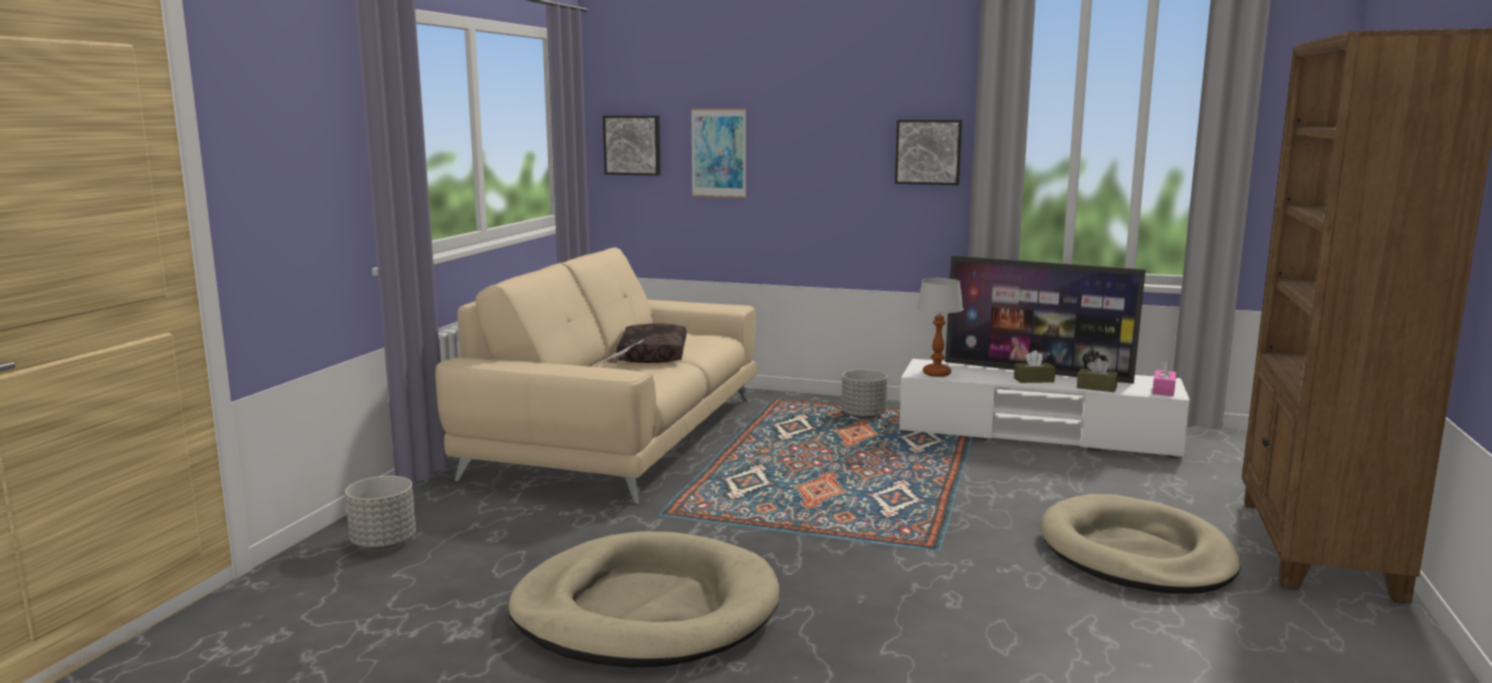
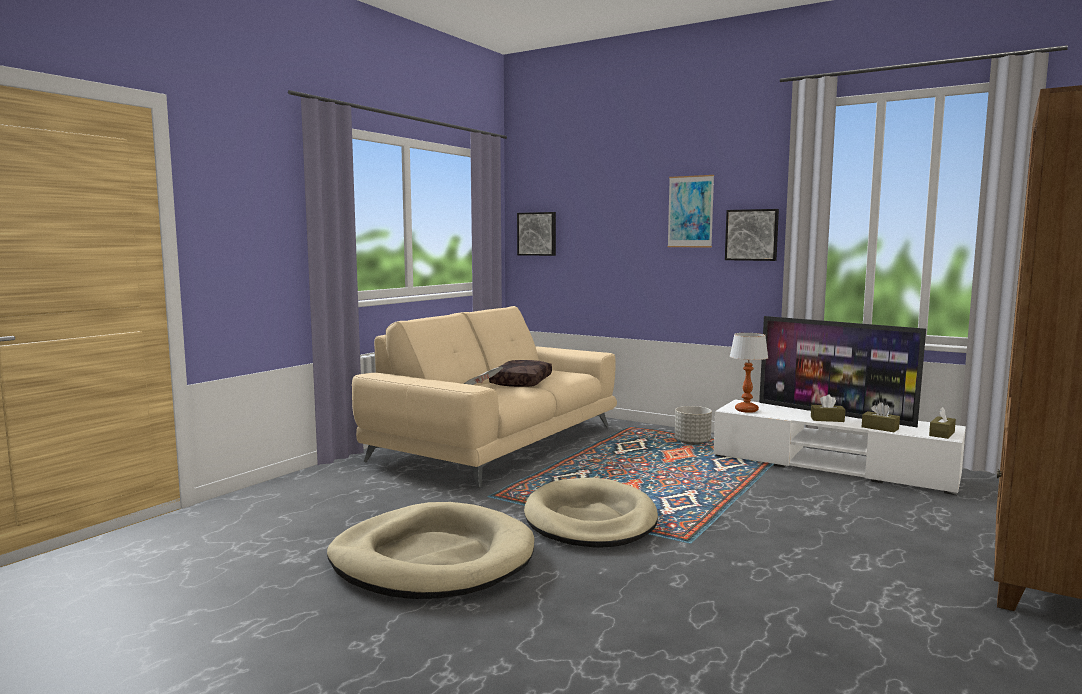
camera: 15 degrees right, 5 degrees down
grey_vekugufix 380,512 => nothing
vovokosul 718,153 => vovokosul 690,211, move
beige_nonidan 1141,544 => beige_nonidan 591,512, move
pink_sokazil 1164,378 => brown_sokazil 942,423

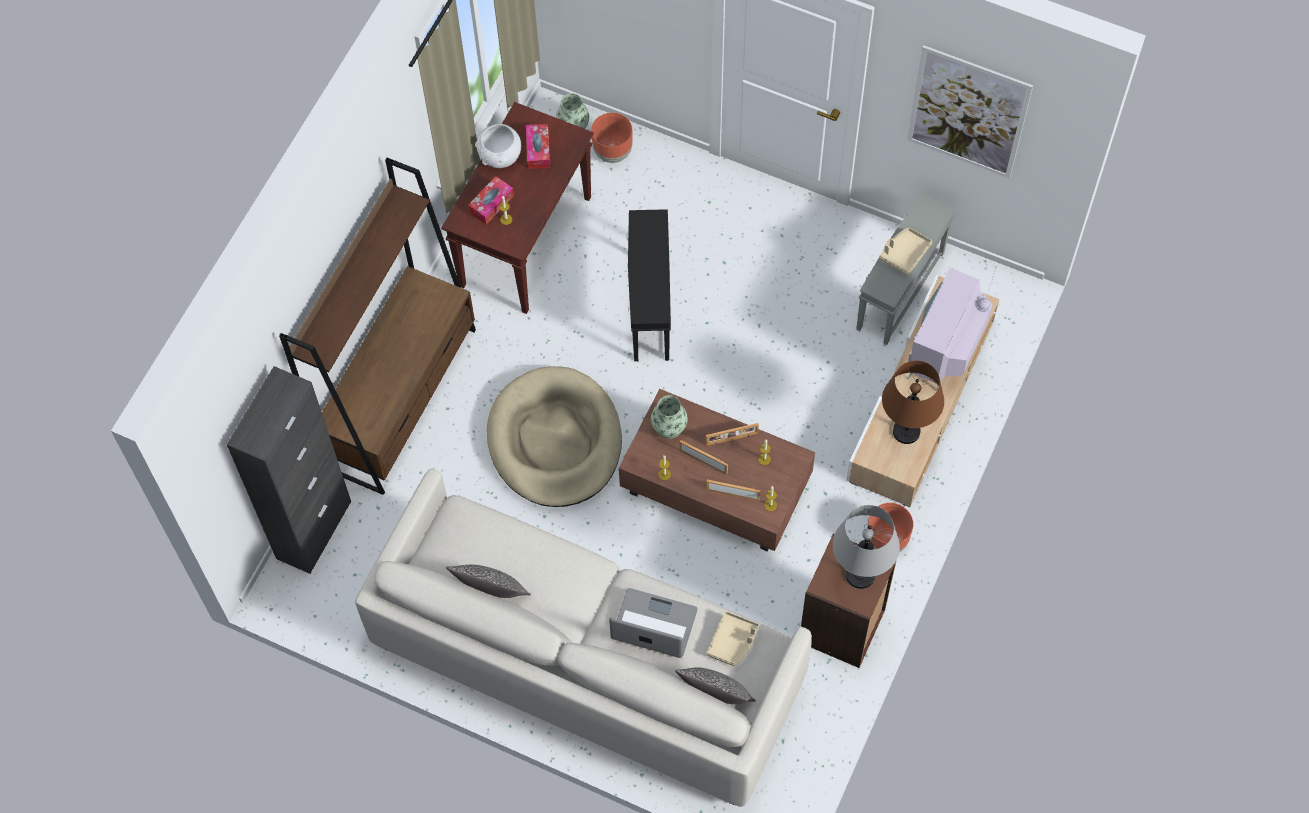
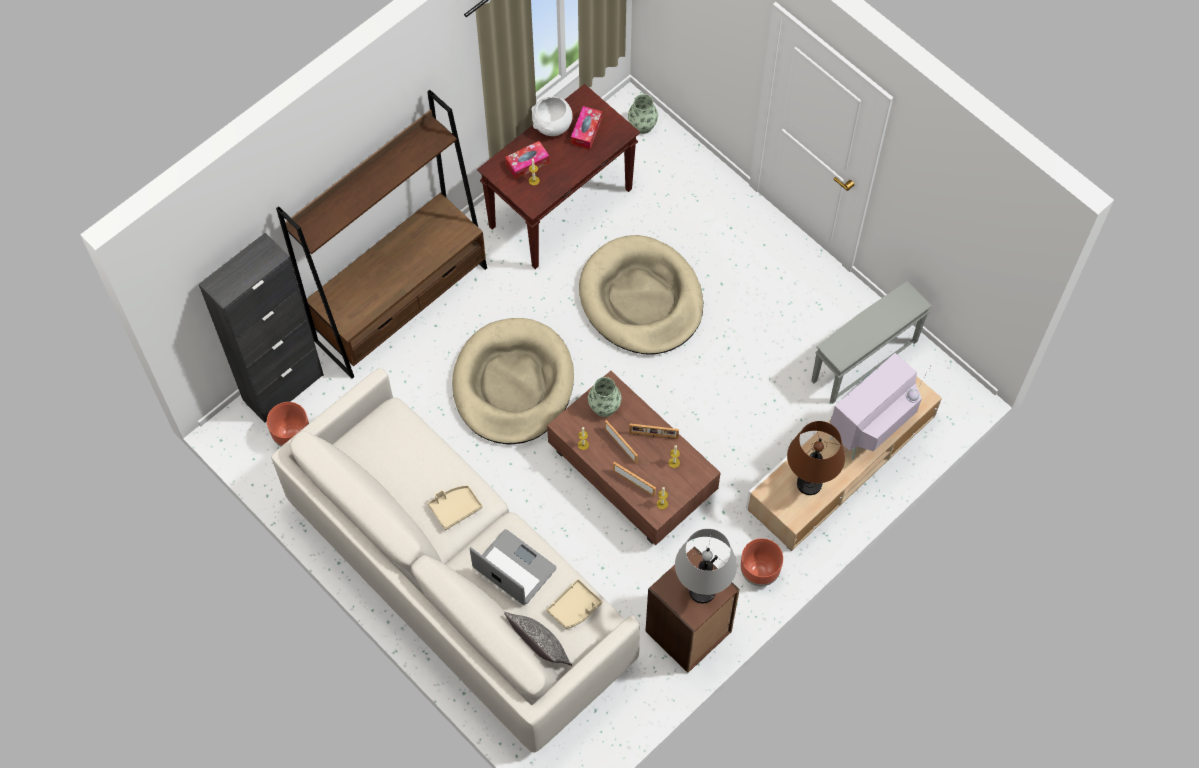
camera: 20 degrees right, 0 degrees up
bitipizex 488,581 => nothing
vovokosul 970,112 => nothing
brown_vekugufix 612,138 => brown_vekugufix 288,424, move
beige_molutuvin 905,251 => beige_molutuvin 455,507, move
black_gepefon 649,285 => beige_nonidan 641,295

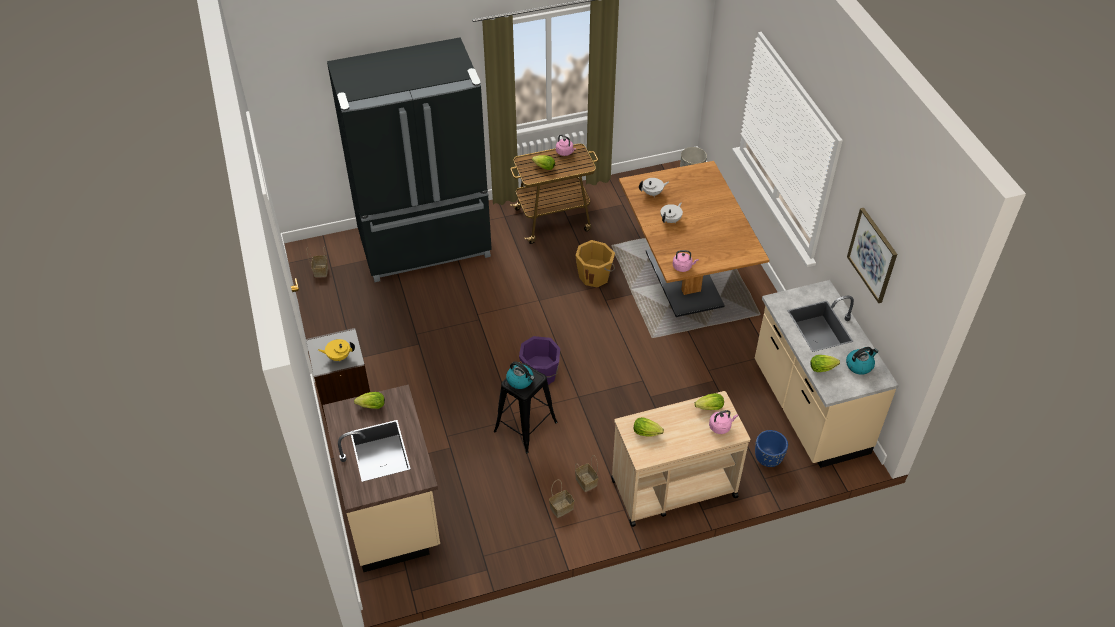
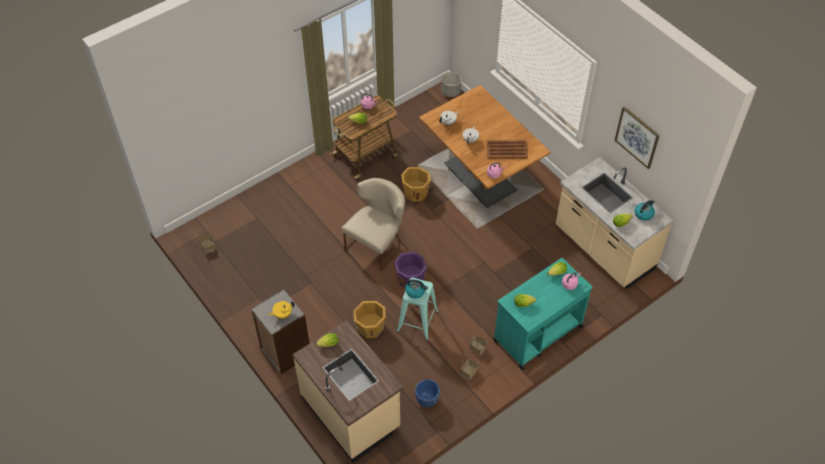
camera: 20 degrees left, 5 degrees up
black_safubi 409,159 => nothing
nothing => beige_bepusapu 373,224
nothing => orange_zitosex 369,319
nothing => brown_molutuvin 507,149
blue_vekugufix 771,448 => blue_vekugufix 427,393, move
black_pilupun 525,408 => turquoise_pilupun 418,309
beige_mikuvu 680,459 => turquoise_mikuvu 543,314

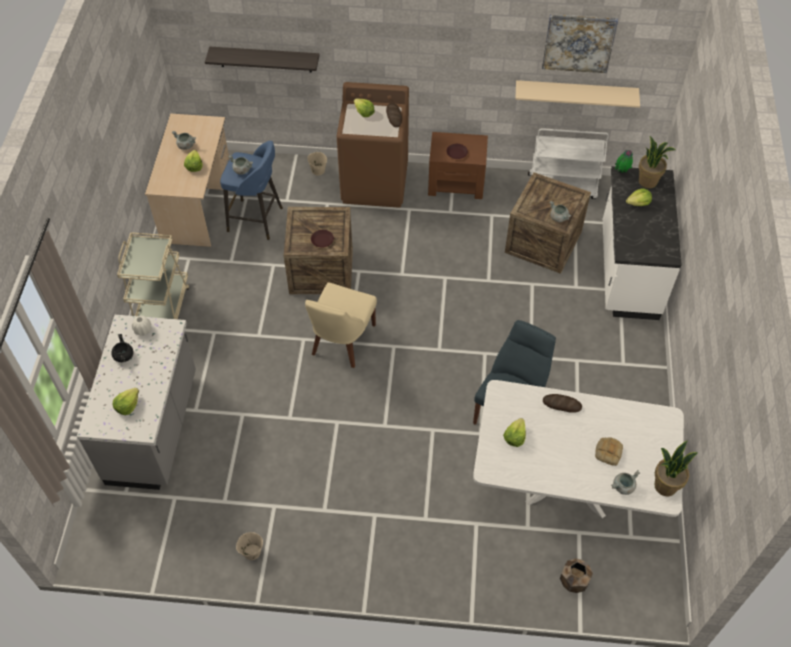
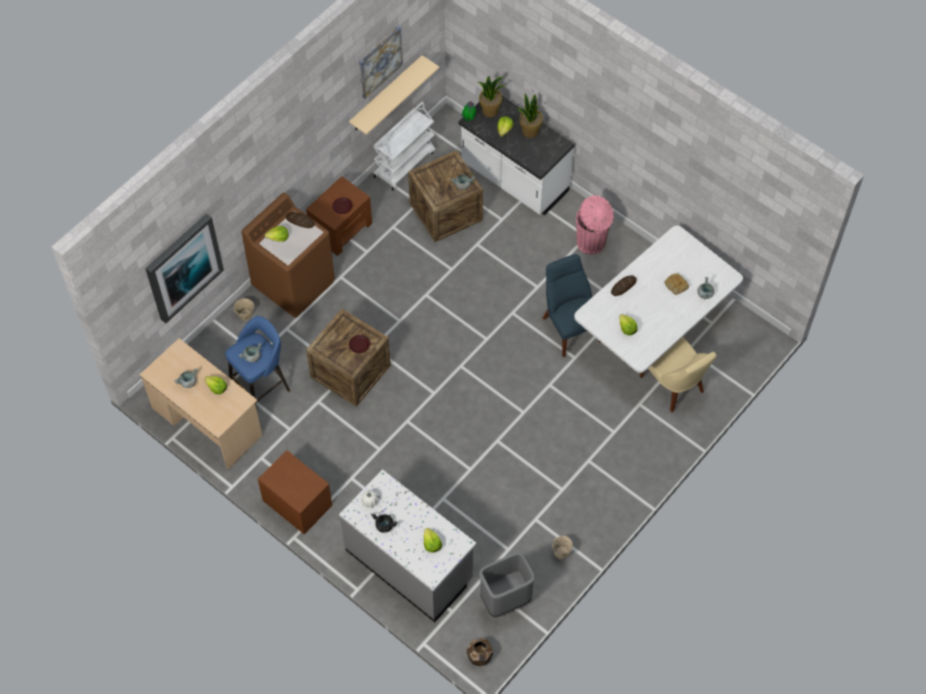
camera: 55 degrees left, 5 degrees up
nothing => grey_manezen 507,584
nothing => pink_manezen 595,225
beige_bepusapu 341,325 => beige_bepusapu 678,374, move
brown_vekugufix 576,575 => brown_vekugufix 480,652, move
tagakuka 676,468 => tagakuka 530,115, move
beige_mikuvu 153,275 => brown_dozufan 295,492
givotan 262,60 => vovokosul 184,268

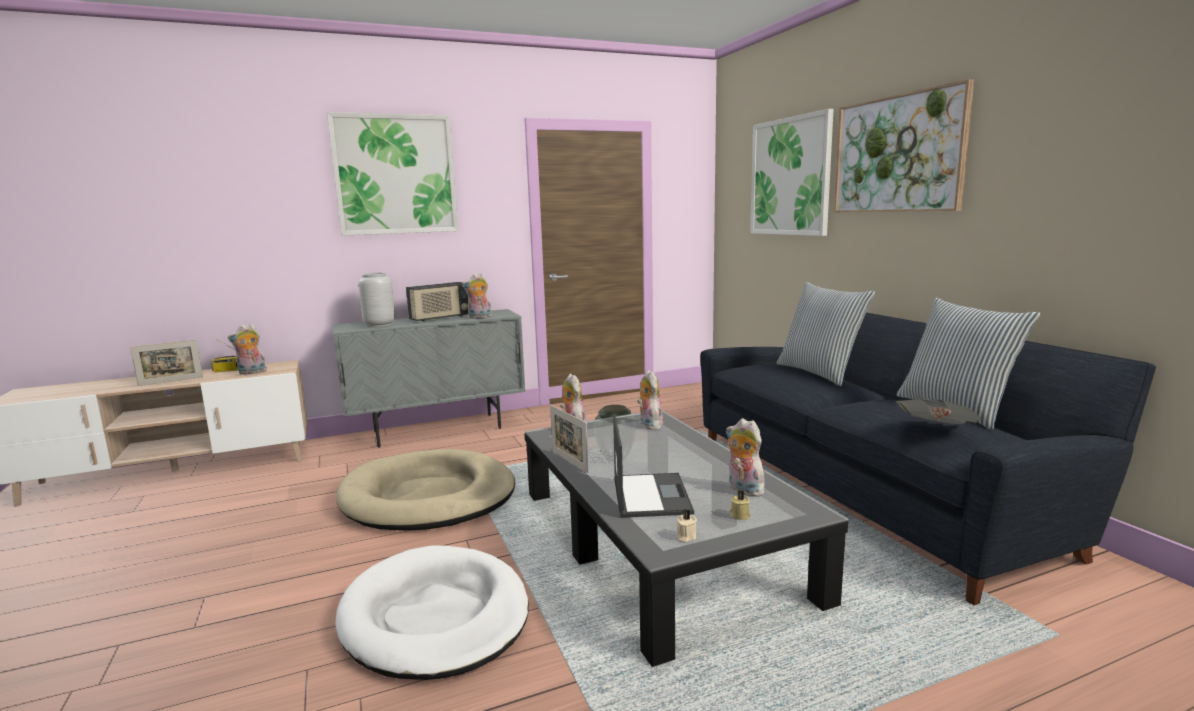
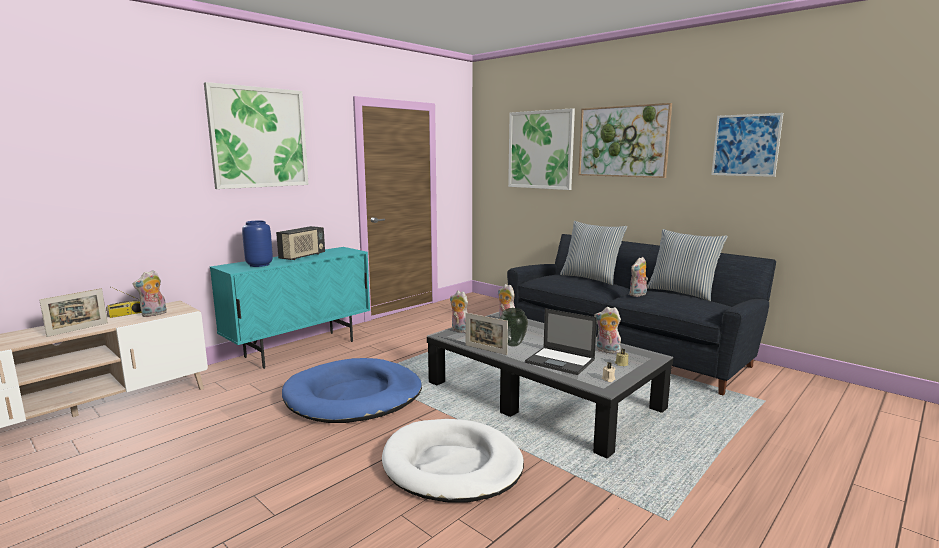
camera: 25 degrees left, 0 degrees up
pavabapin 939,411 => nothing
nothing => vovokosul 747,145
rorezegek 477,296 => rorezegek 638,277, move
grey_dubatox 429,378 => turquoise_dubatox 290,308
beige_nonidan 425,490 => blue_nonidan 352,390
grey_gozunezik 377,299 => blue_gozunezik 257,244
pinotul 653,466 => pinotul 561,341, 150 degrees clockwise

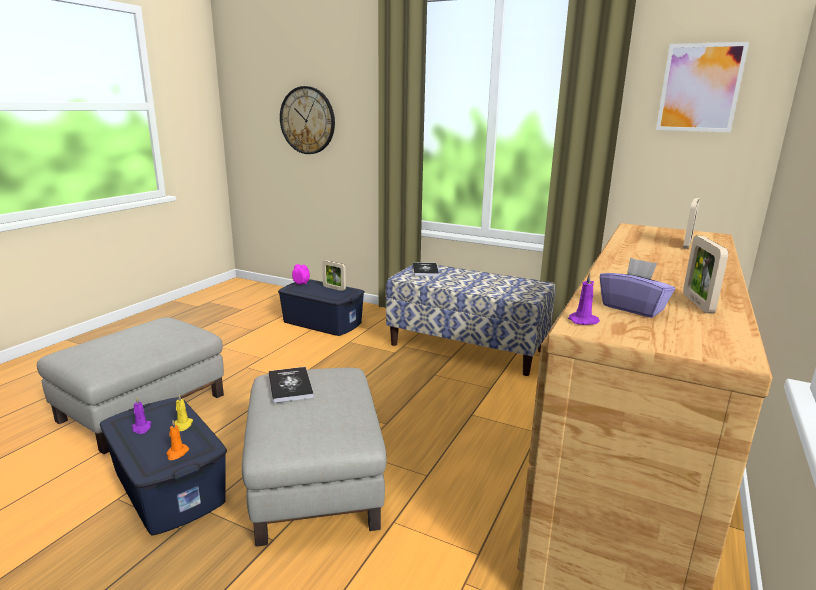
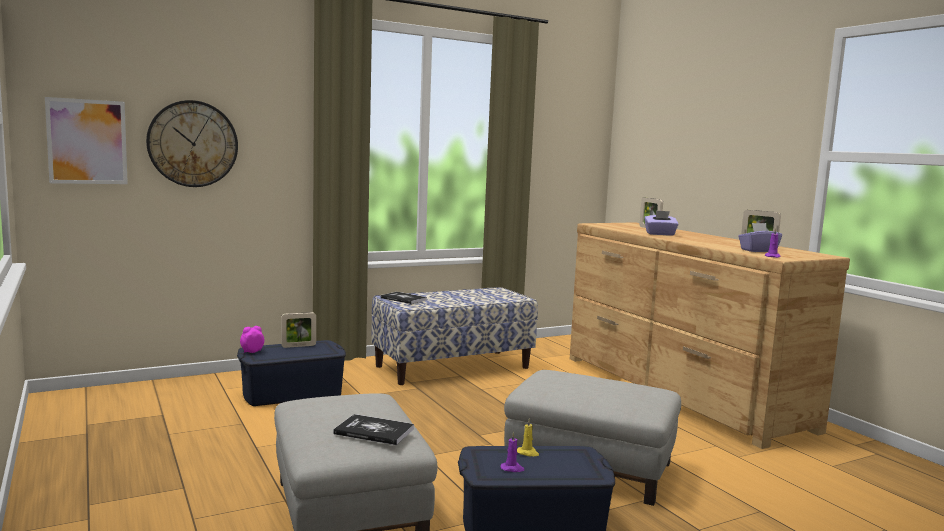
camera: 55 degrees left, 10 degrees down
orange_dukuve 177,440 => nothing
nothing => purple_sokazil 661,223
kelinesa 291,385 => kelinesa 373,429, move
vovokosul 702,87 => vovokosul 86,140, move

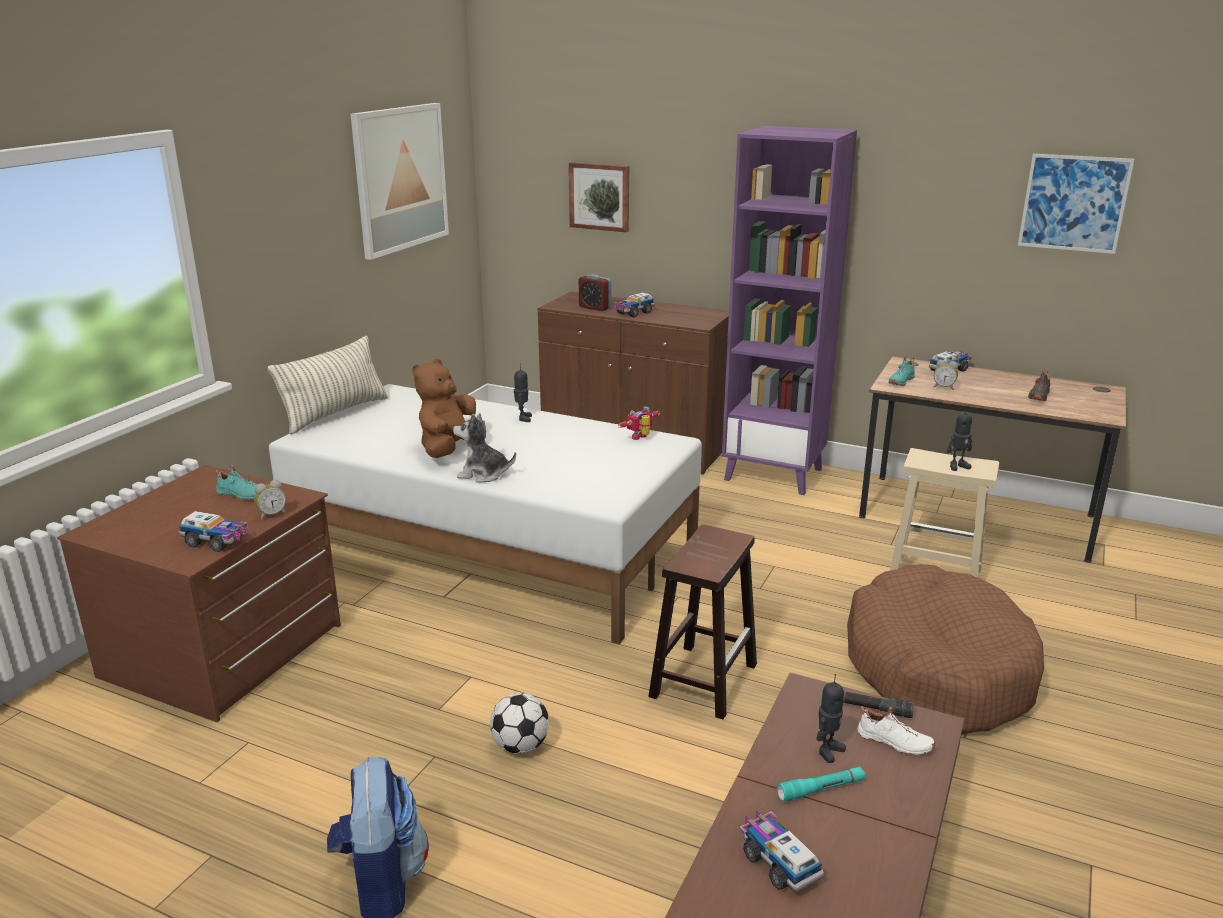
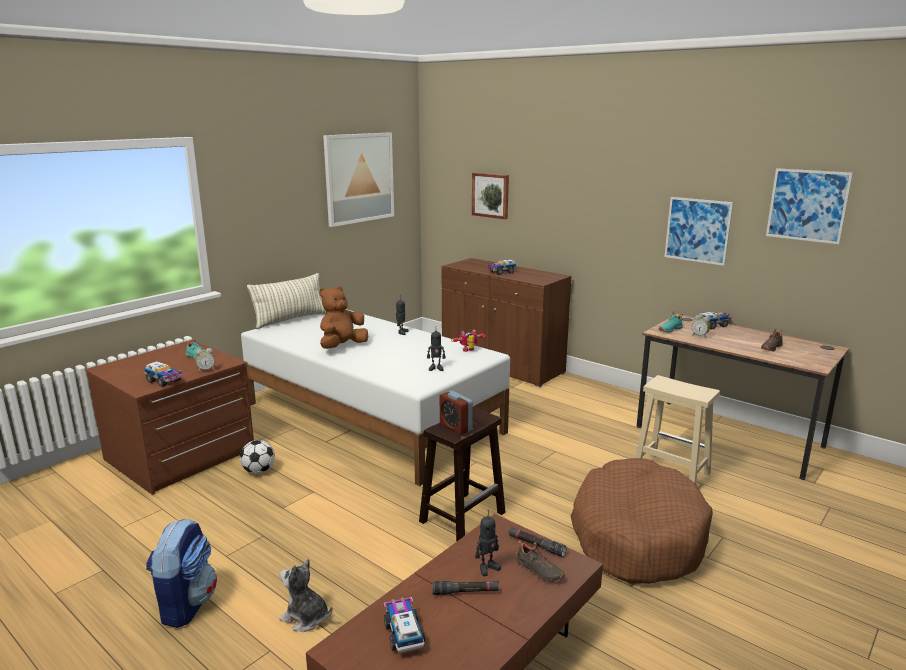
camera: 15 degrees right, 5 degrees down
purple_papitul 789,310 => nothing
nothing => vovokosul 698,231
rorezegek 484,448 => rorezegek 306,595, move
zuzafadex 519,723 => zuzafadex 257,457, move
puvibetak 595,292 => puvibetak 456,412, move
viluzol 959,438 => viluzol 436,351, move
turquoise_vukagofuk 821,784 => black_vukagofuk 466,588
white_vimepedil 896,731 => black_vimepedil 540,561

